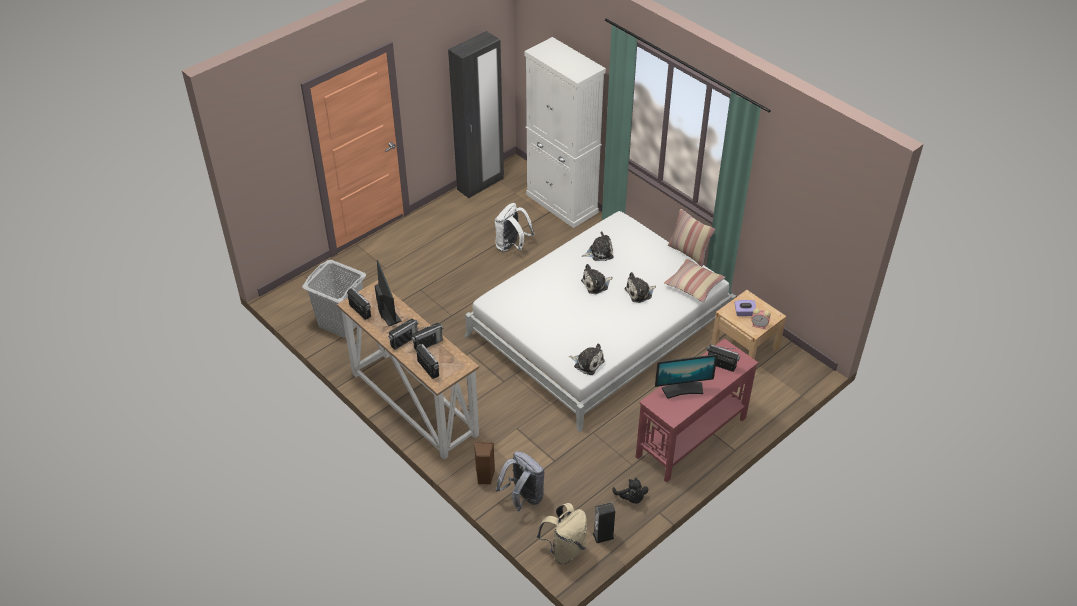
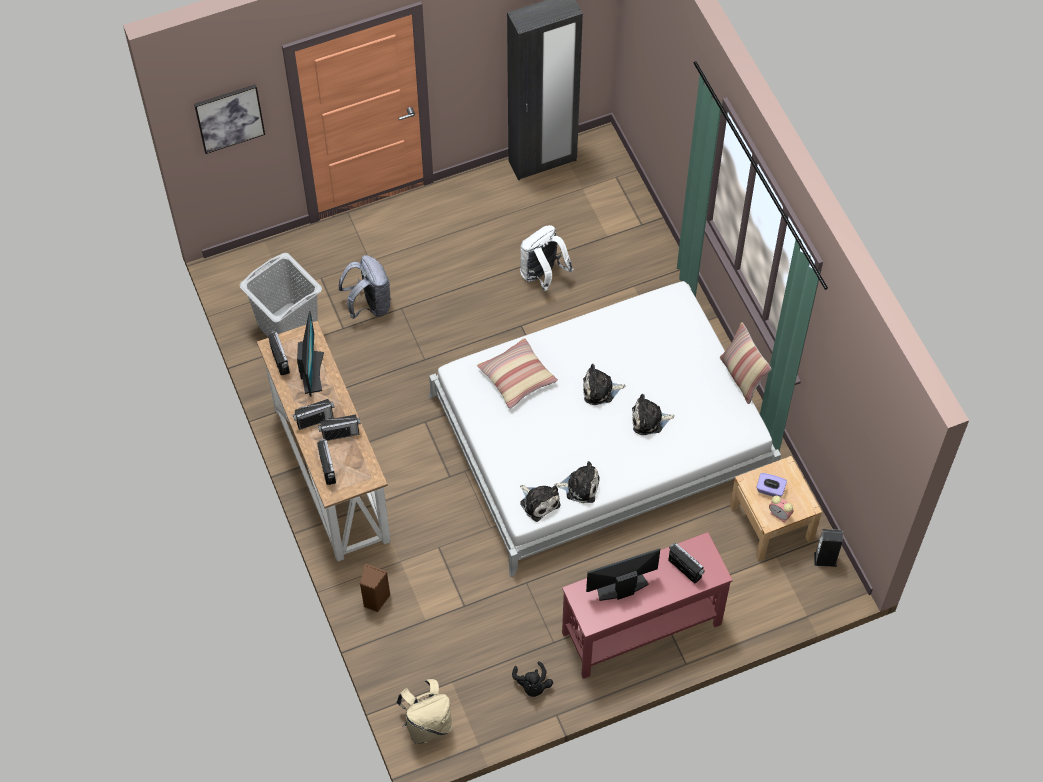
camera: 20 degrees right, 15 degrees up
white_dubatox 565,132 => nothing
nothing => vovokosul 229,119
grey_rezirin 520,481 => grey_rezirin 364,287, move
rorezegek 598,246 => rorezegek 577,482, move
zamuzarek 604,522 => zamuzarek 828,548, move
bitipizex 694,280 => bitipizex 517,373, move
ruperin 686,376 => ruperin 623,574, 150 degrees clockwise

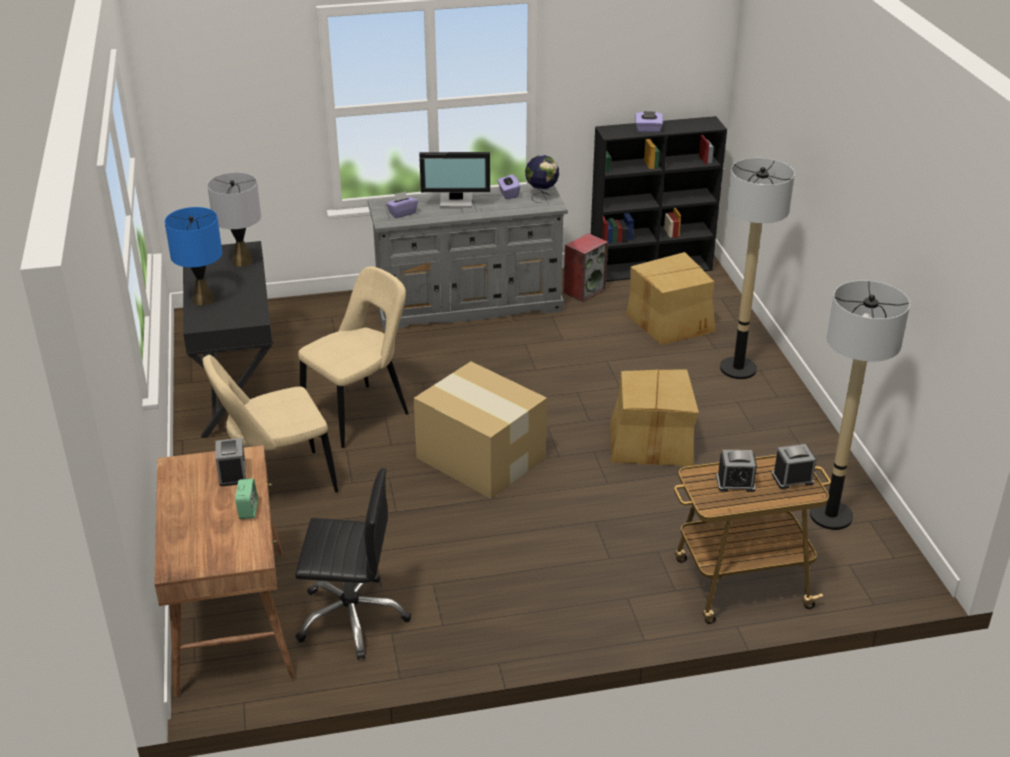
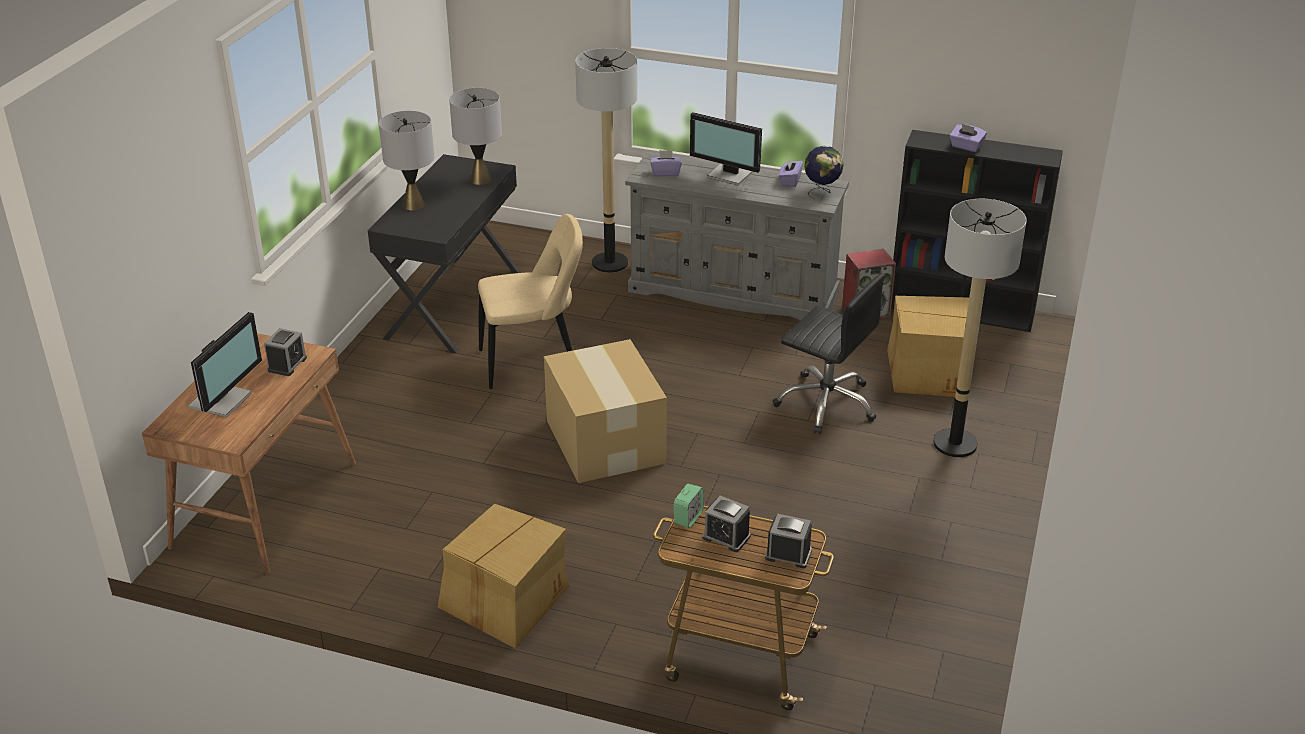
camera: 30 degrees right, 0 degrees up
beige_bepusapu 270,424 => nothing
nothing => ruperin 225,365
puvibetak 246,499 => puvibetak 689,505, move
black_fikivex 353,564 => black_fikivex 829,353, move
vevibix 654,417 => vevibix 503,576, move
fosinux 860,405 => fosinux 606,160, move
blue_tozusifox 193,256 => grey_tozusifox 406,161

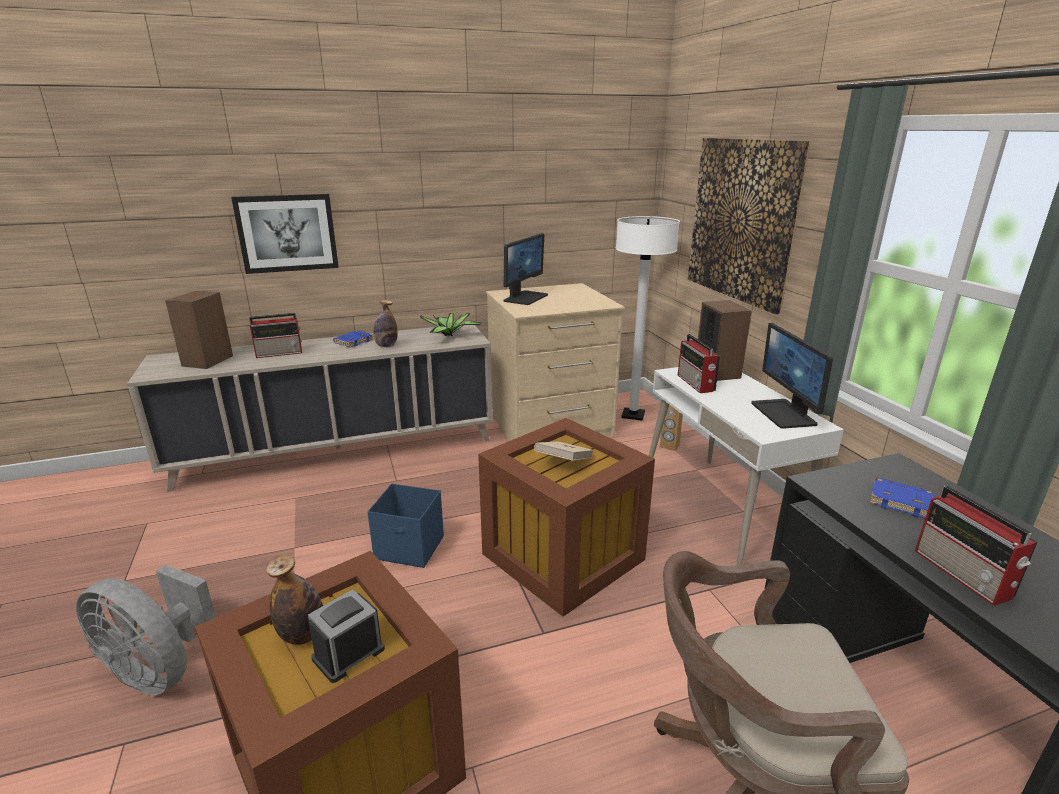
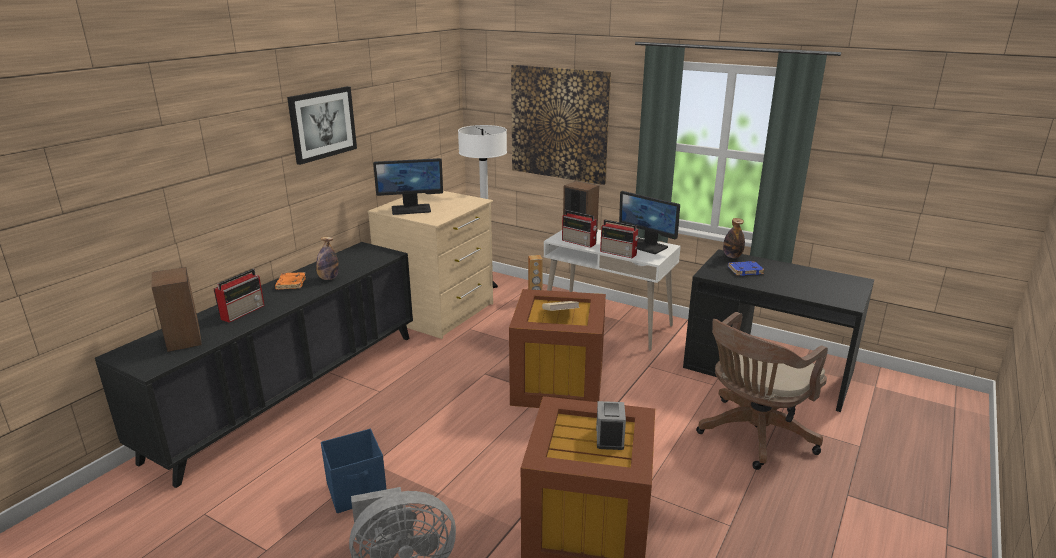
camera: 40 degrees left, 0 degrees up
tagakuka 450,325 => nothing
vovokosul 285,234 => vovokosul 322,125, move
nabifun 294,599 => nabifun 734,238, move
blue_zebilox 405,526 => blue_zebilox 353,471, move
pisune 976,546 => pisune 619,239, move
beige_dubatox 310,408 => black_dubatox 254,365
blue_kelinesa 353,339 => orange_kelinesa 290,280
ruperin 525,269 => ruperin 408,186, 90 degrees clockwise

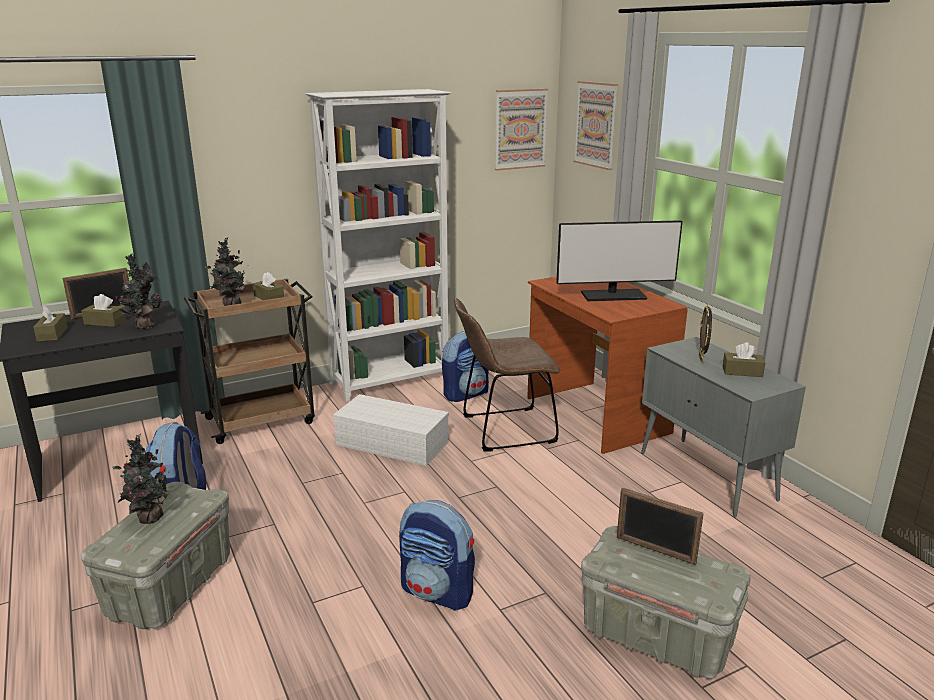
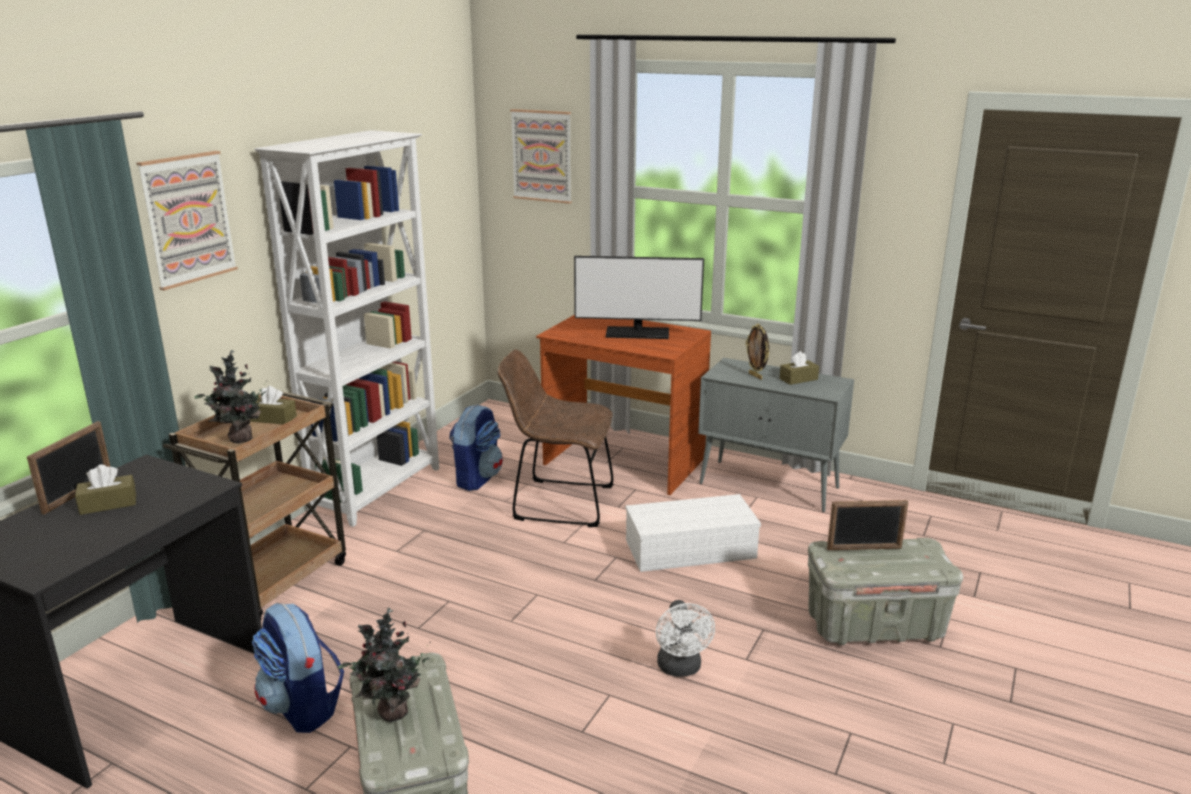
camera: 35 degrees left, 0 degrees up
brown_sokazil 50,323 => nothing
tagakuka 139,291 => nothing
white_zebilox 391,430 => white_zebilox 693,533, move
vovokosul 521,130 => vovokosul 187,220, move
rezirin 437,555 => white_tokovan 685,638
brown_bepusapu 507,374 => brown_bepusapu 555,438, 60 degrees clockwise
ruperin 619,260 => ruperin 639,297, 45 degrees clockwise

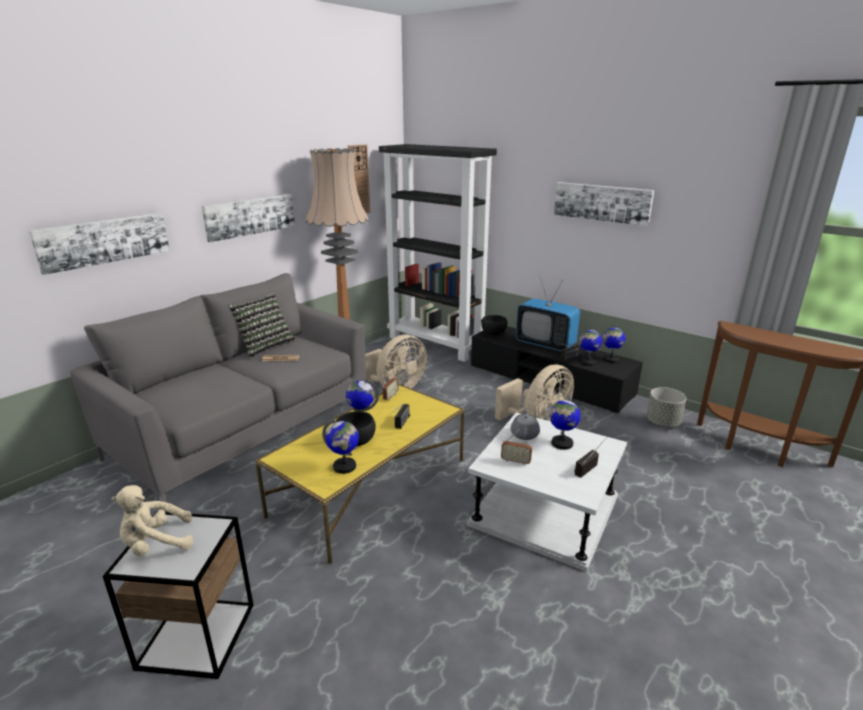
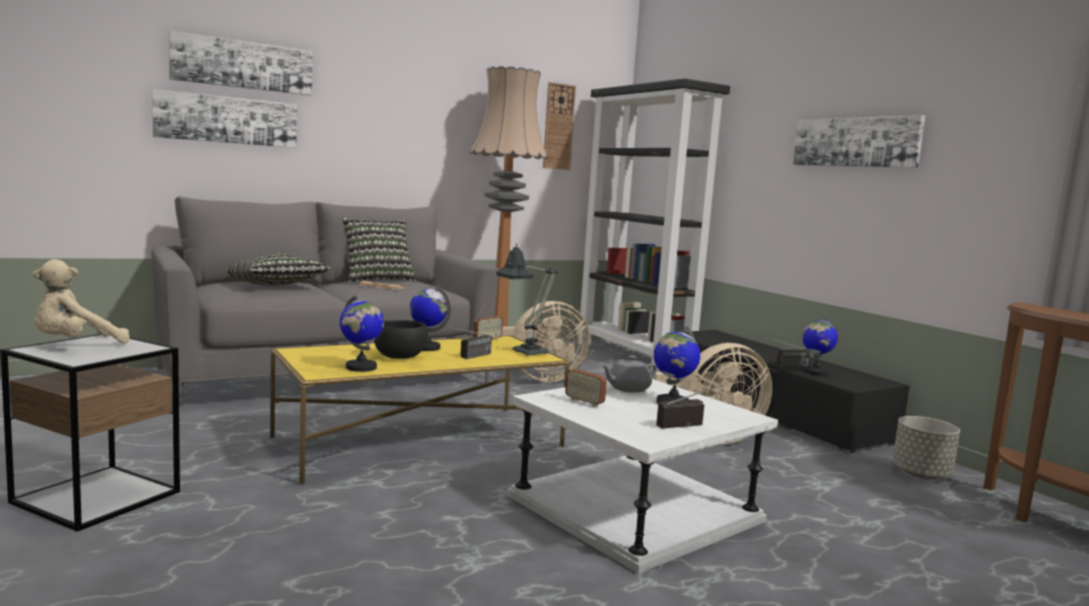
camera: 20 degrees right, 15 degrees down
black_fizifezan 494,325 => nothing
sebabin 548,314 => nothing
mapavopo 614,343 => nothing
nothing => bitipizex 278,269
nothing => tozusifox 526,299
vovokosul 248,218 => vovokosul 241,63, move
beige_rorezegek 152,520 => beige_rorezegek 81,301, 45 degrees counterclockwise
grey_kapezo 525,423 => grey_kapezo 629,374, 150 degrees counterclockwise

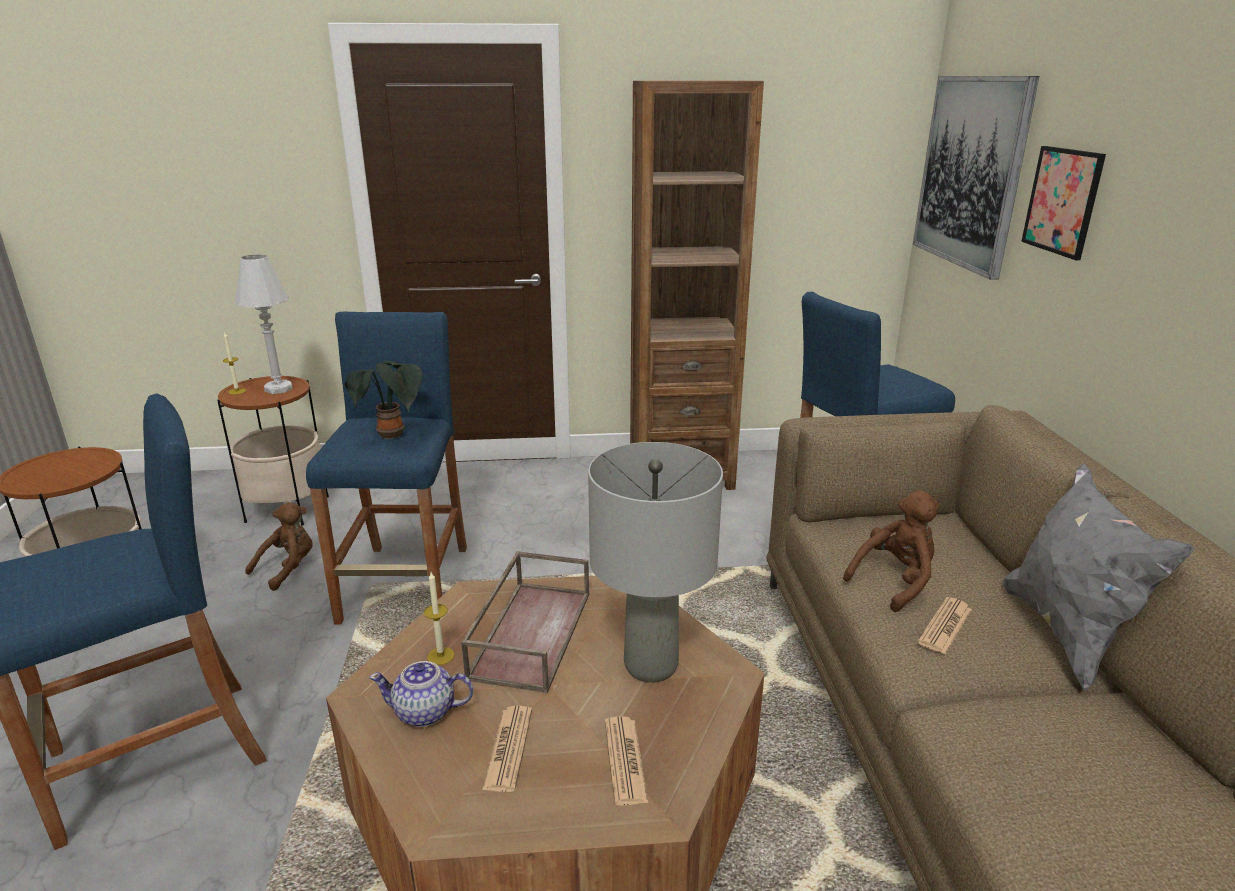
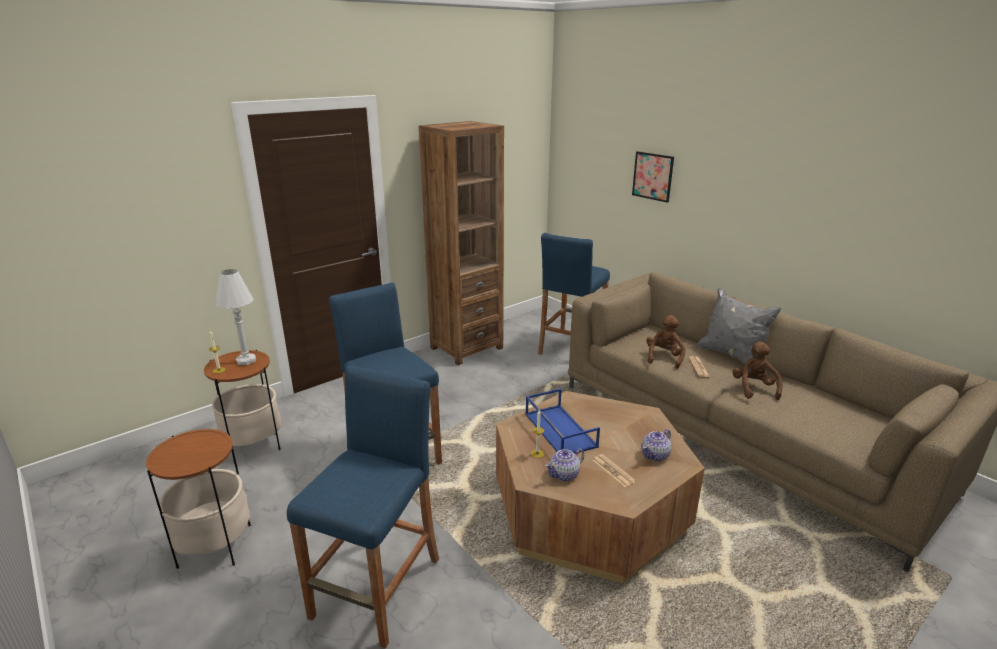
camera: 35 degrees left, 0 degrees up
tagakuka 384,400 => nothing
grey_tozusifox 655,562 => nothing
vovokosul 976,178 => nothing
brown_rorezegek 279,546 => brown_rorezegek 757,370, move
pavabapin 626,761 => kapezo 656,445
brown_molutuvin 525,622 => blue_molutuvin 562,420

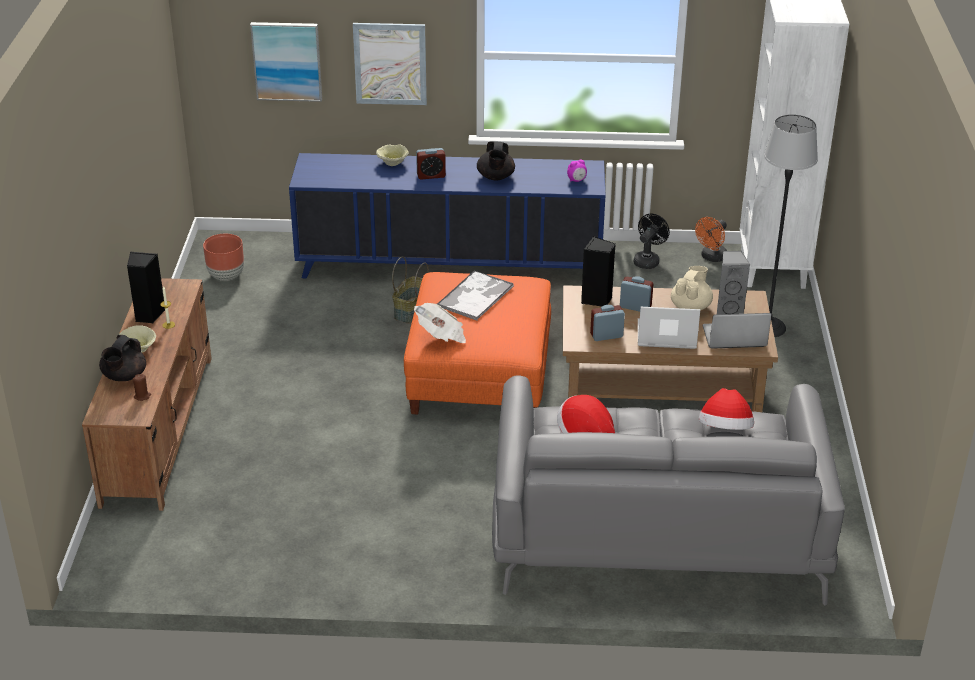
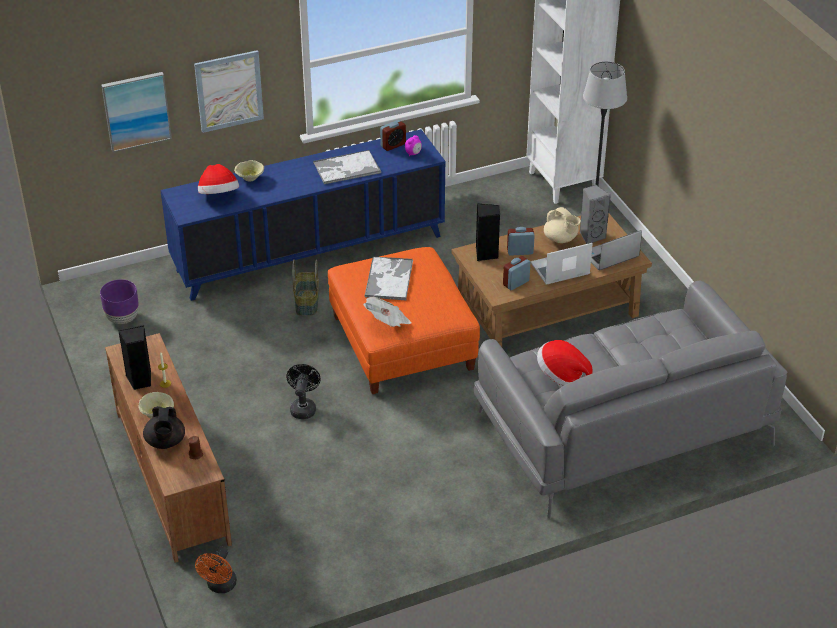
camera: 25 degrees left, 5 degrees up
puvibetak 431,164 => puvibetak 393,135, move
black_tokovan 651,241 => black_tokovan 303,391, move
orange_tokovan 711,239 => orange_tokovan 216,569, move
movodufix 726,409 => movodufix 218,179, move
black_kapezo 496,161 => molutuvin 347,167
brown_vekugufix 223,257 => purple_vekugufix 119,301
beige_kapezo 692,288 => beige_kapezo 562,225, 135 degrees clockwise

